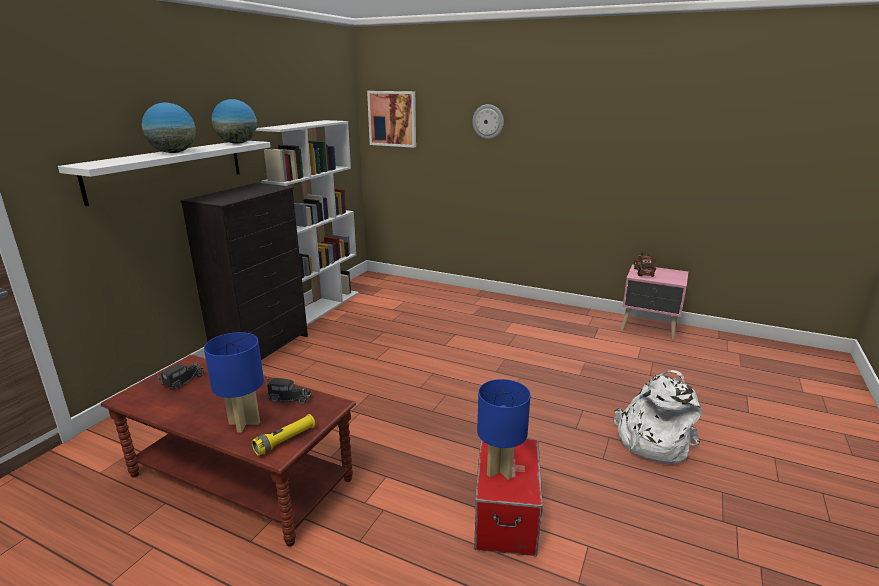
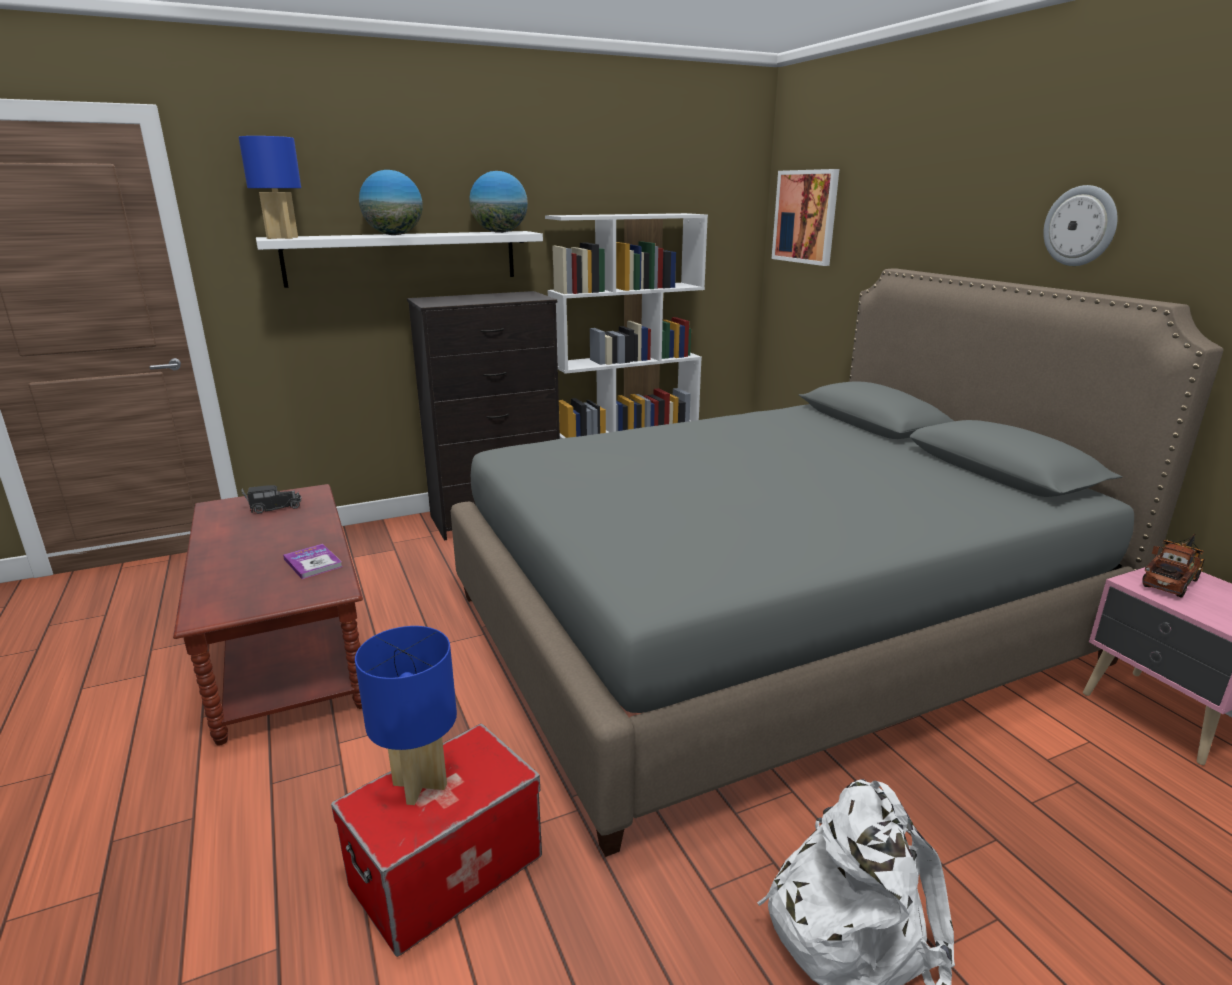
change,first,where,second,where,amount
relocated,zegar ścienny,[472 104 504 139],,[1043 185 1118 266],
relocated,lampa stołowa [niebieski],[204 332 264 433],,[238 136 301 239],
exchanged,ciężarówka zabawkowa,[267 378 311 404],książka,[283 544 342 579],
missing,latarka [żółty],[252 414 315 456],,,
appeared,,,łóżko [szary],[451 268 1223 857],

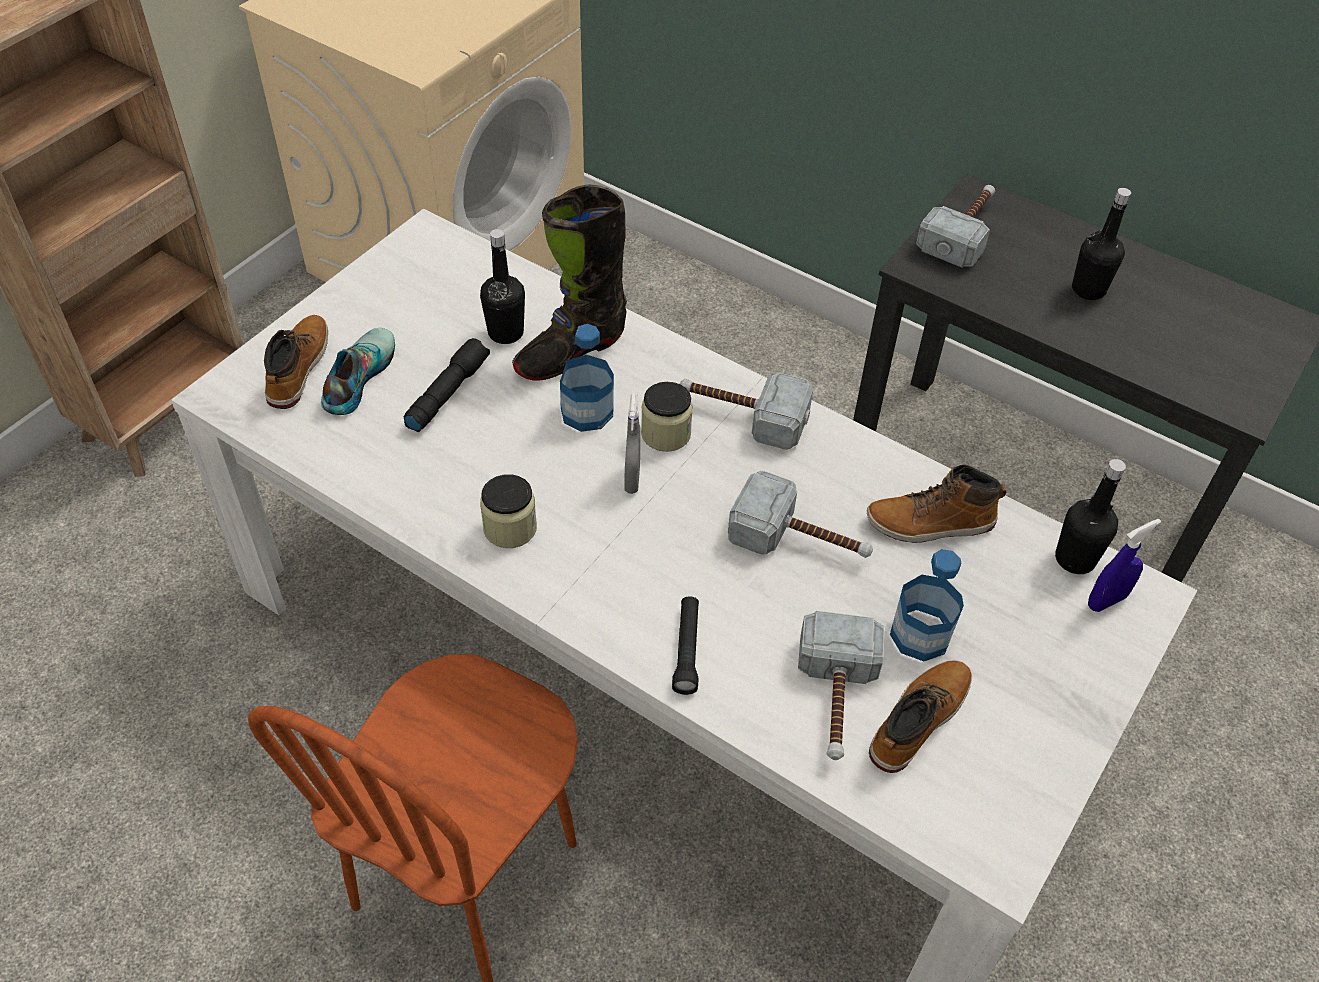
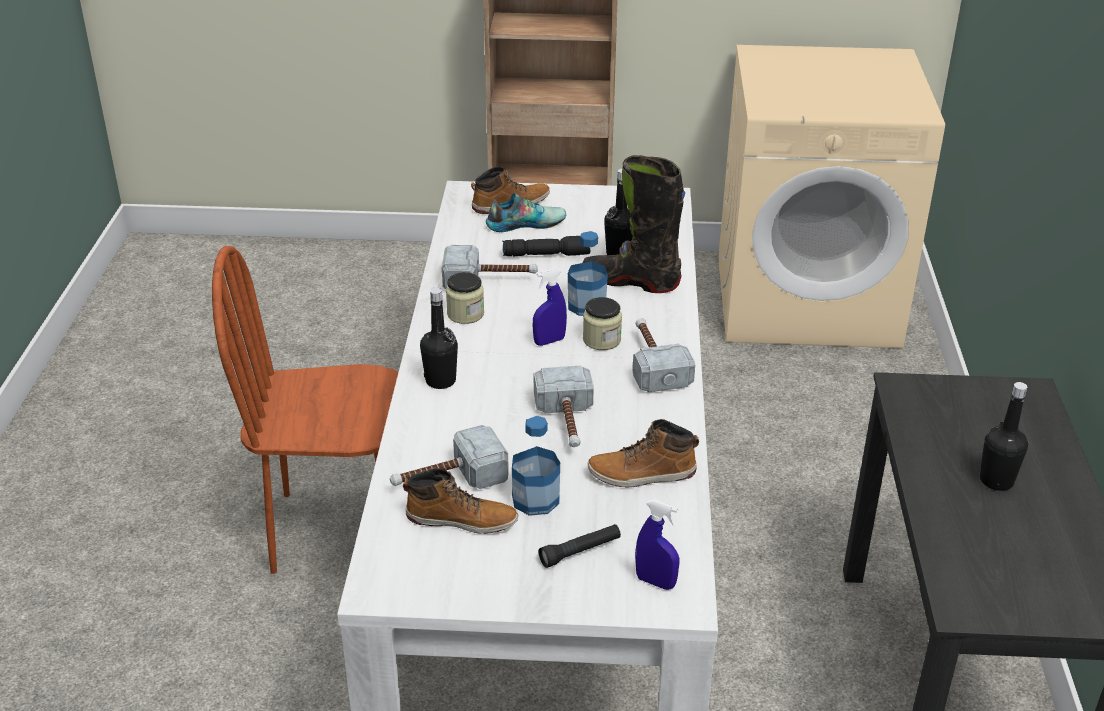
change,first,where,second,where,amount
relocated,młotek,[916 185 995 268],,[441 245 538 289],
colour,spryskiwacz [szary],[624 394 640 494],spryskiwacz [niebieski],[533 268 567 346],
relocated,butelka [czarny],[1055 459 1126 574],,[420 288 458 389],
spun,but z cholewką,[867 464 1007 543],,[587 419 699 488],60 degrees counterclockwise
relocated,latarka [czarny],[672 596 699 695],,[538 524 621 568],

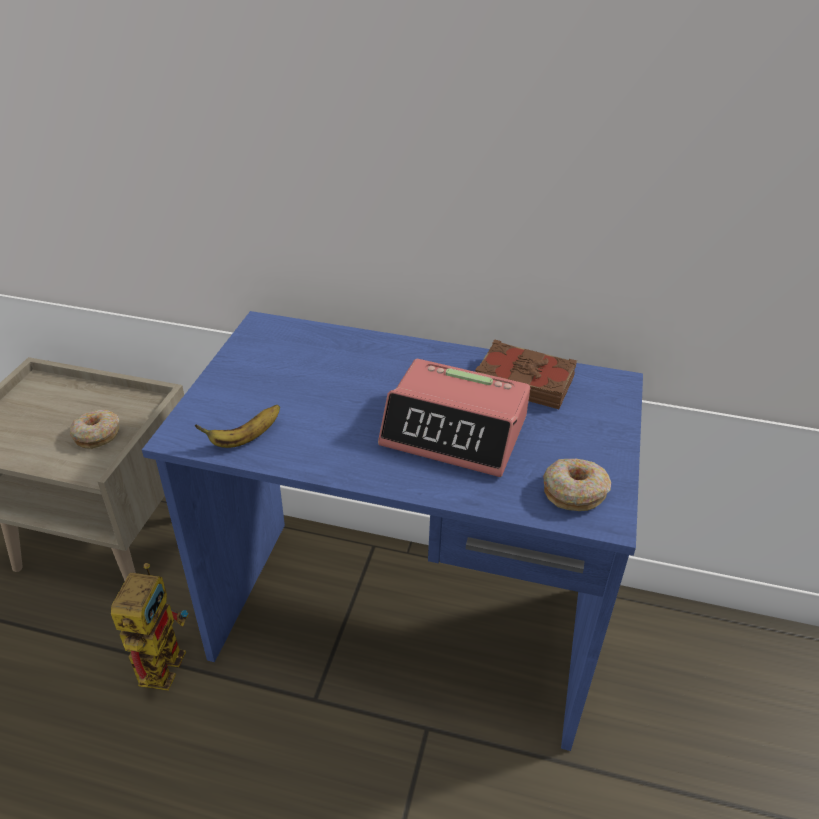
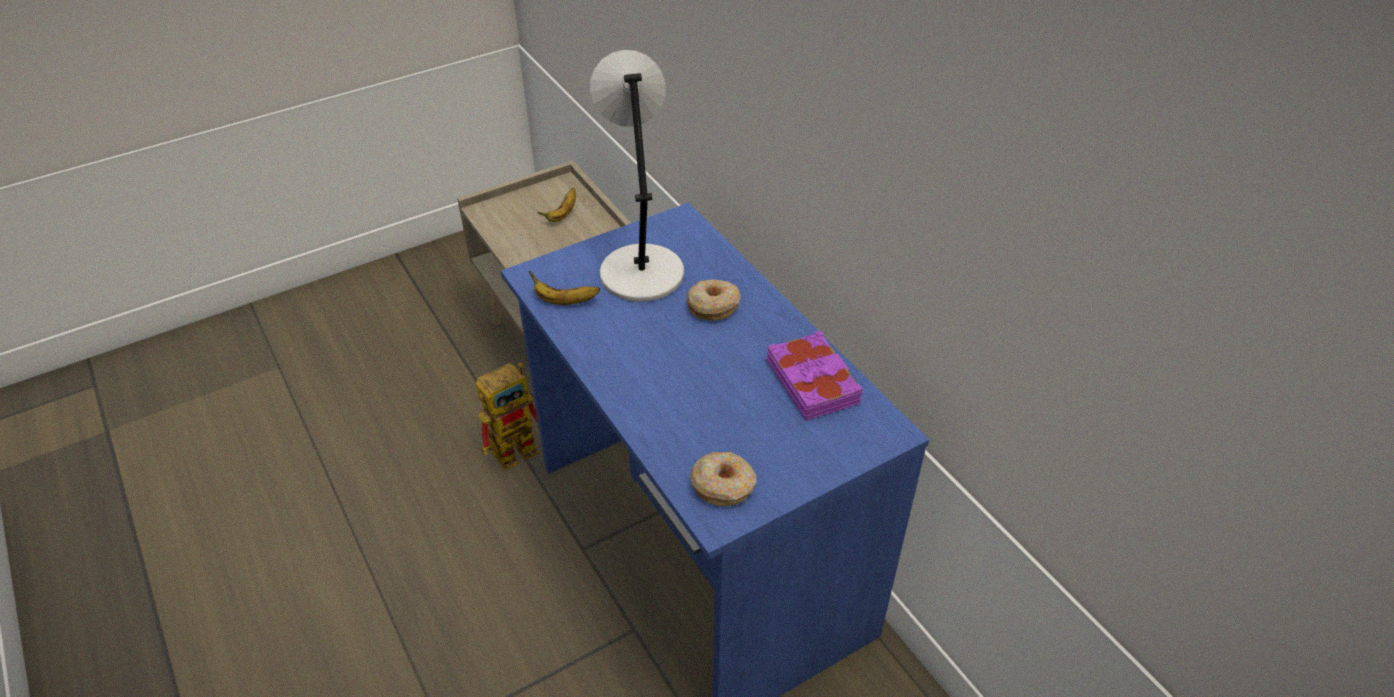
change,first,where,second,where,amount
colour,książka [brązowy],[475 339 577 409],książka [fioletowy],[767 330 862 421],
missing,budzik,[378 359 530 477],,,
relocated,donut,[70 410 120 449],,[686 279 741 321],
appeared,,,lampa stołowa [szary],[590 50 684 302],
appeared,,,banan,[537 188 576 222],

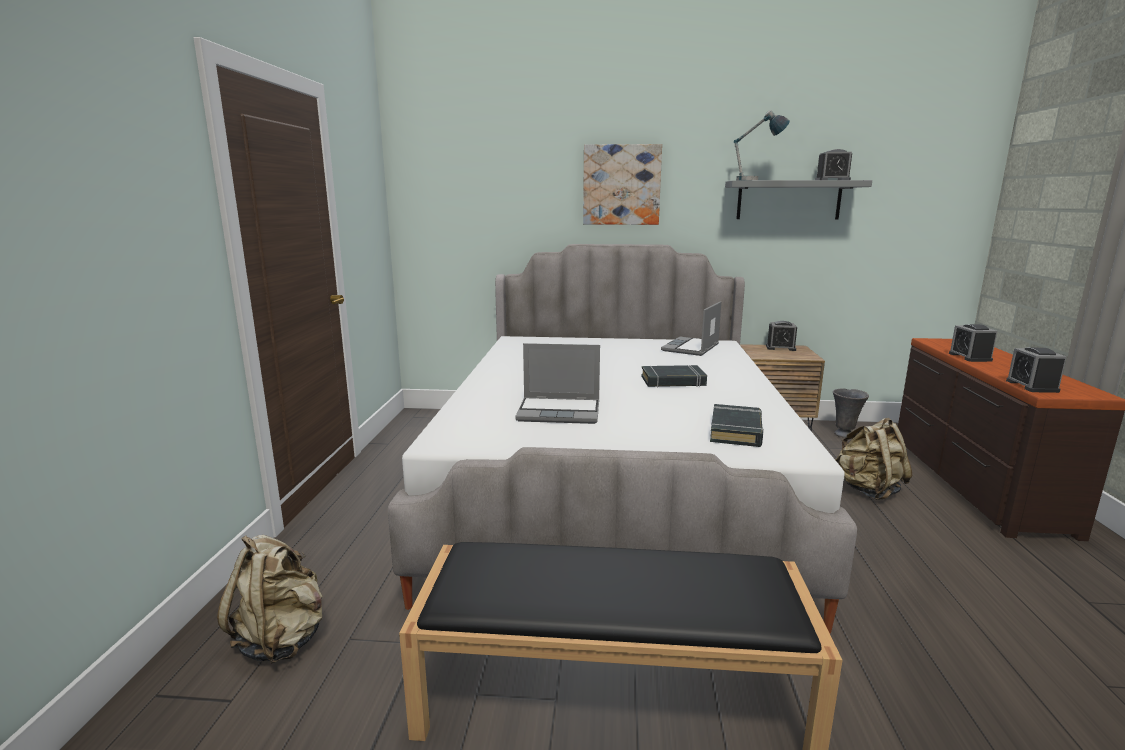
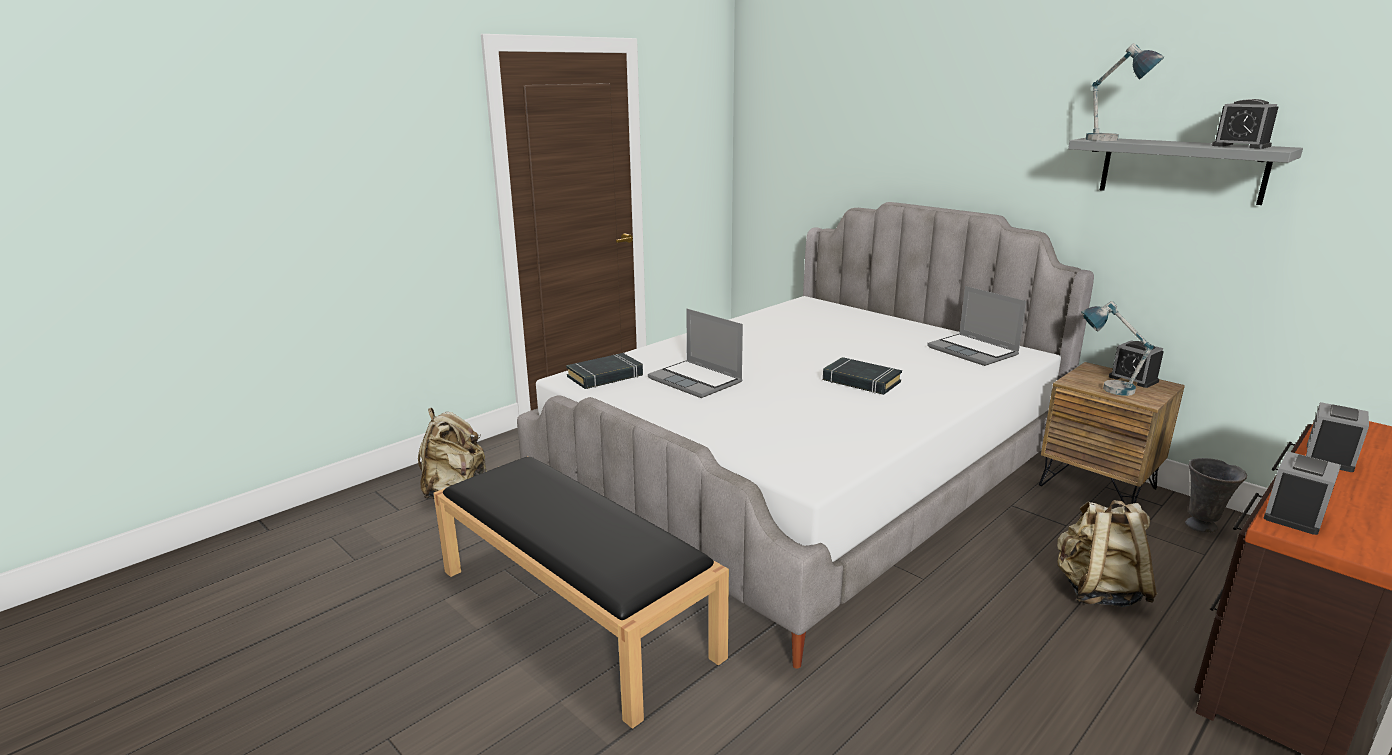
change,first,where,second,where,amount
missing,obraz,[583 144 662 225],,,
spun,laptop,[661 301 721 356],,[927 286 1026 366],105 degrees counterclockwise
relocated,książka [czarny],[710 404 764 447],,[566 353 643 389],
appeared,,,lampa stołowa,[1081 301 1154 396],

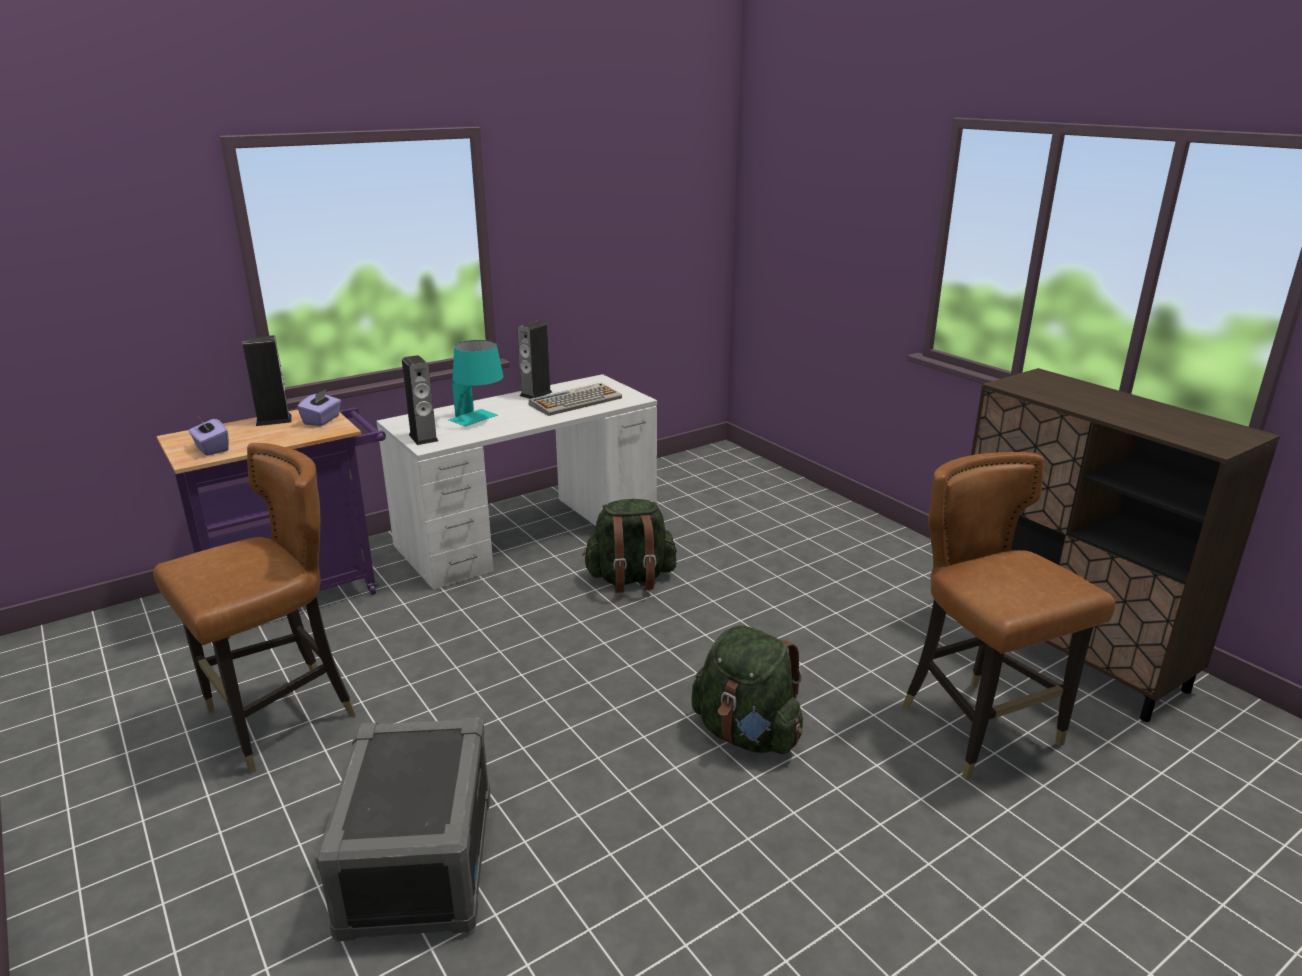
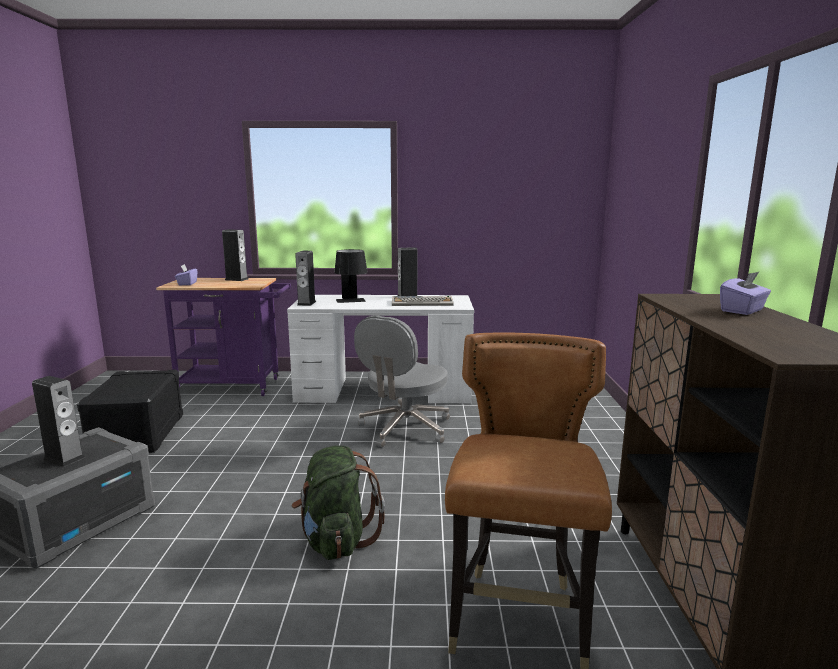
change,first,where,second,where,amount
colour,lampa stołowa [turkusowy],[448 340 503 426],lampa stołowa [czarny],[334 249 368 303],
relocated,pudełko chusteczek [fioletowy],[297 389 341 426],,[720 271 771 315],
exchanged,krzesło [brązowy],[153 443 356 773],pojemnik do przechowywania [czarny],[77 370 183 453],
exchanged,plecak [zielony],[582 499 677 593],krzesło biurowe [szary],[354 316 450 448],
appeared,,,głośnik,[32 376 85 467],

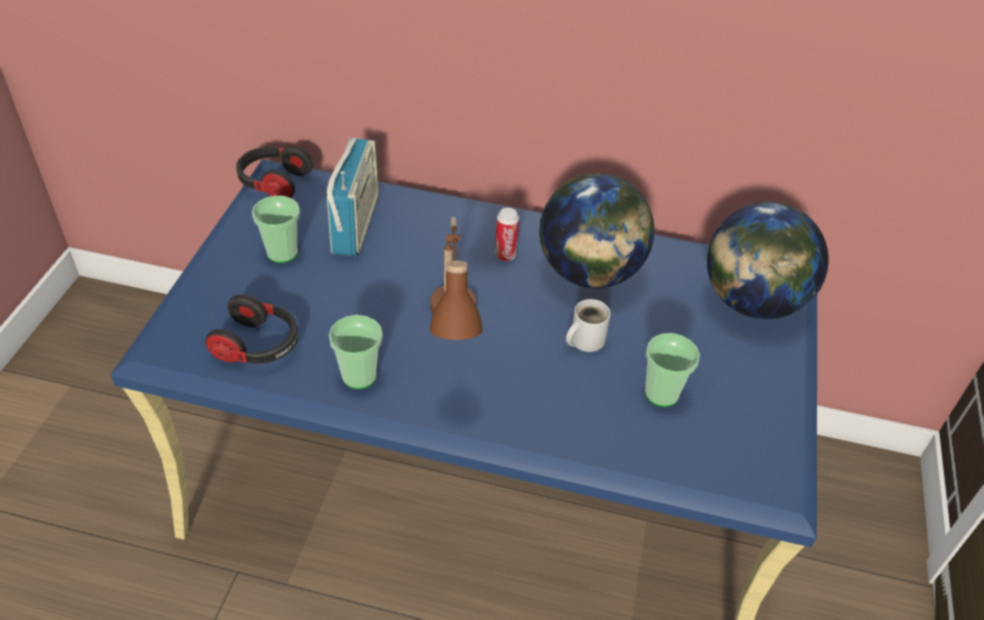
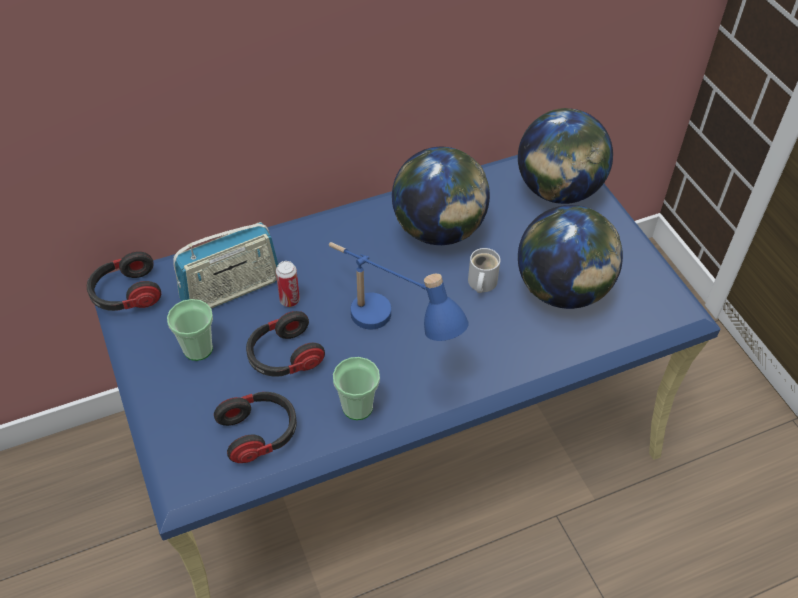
change,first,where,second,where,amount
spun,radio,[327 138 379 257],,[173 222 278 309],90 degrees clockwise
relocated,puszka,[495 208 519 261],,[276 261 300 307],
colour,lampa stołowa [brązowy],[430 217 483 340],lampa stołowa [niebieski],[329 242 469 341],
exchanged,filiżanka,[645 333 700 407],globus,[518 205 623 309],
appeared,,,słuchawki,[246 311 325 377],

